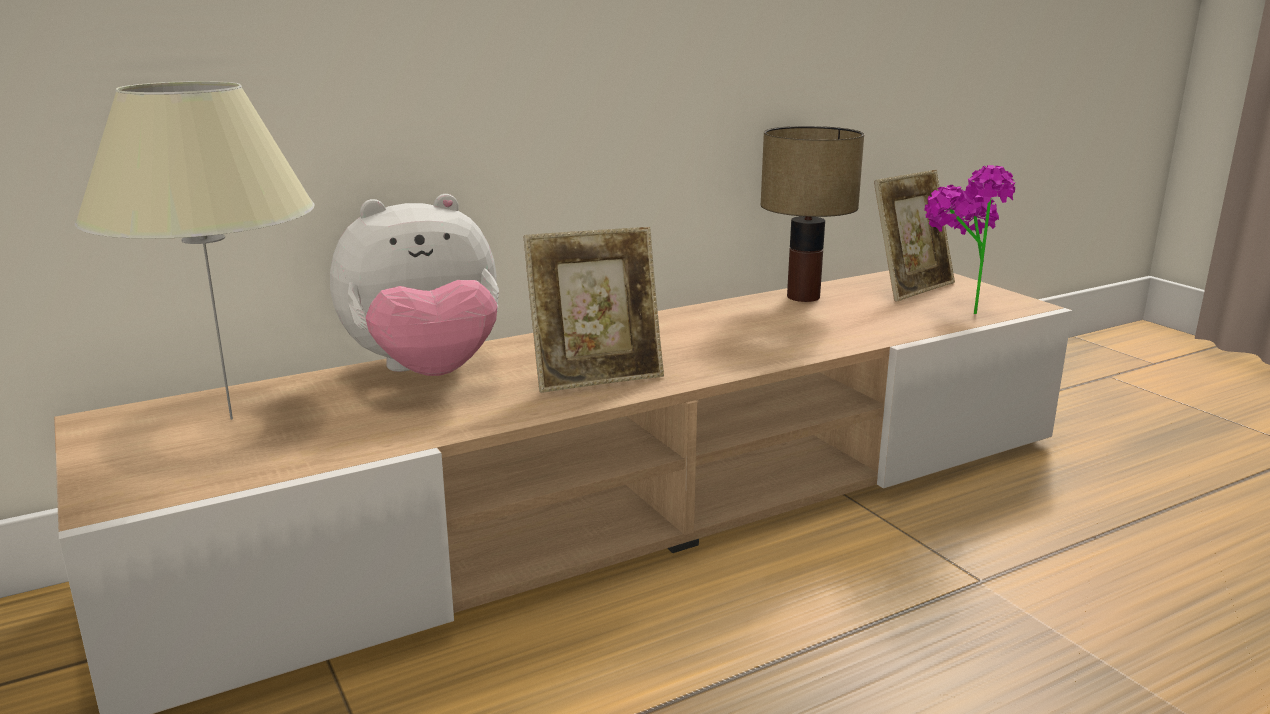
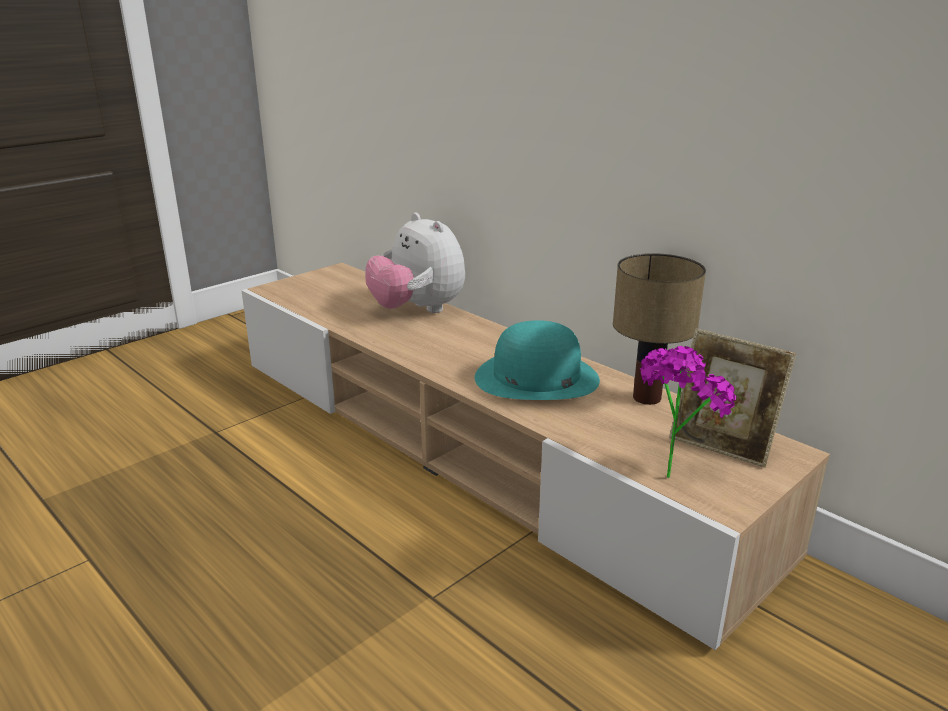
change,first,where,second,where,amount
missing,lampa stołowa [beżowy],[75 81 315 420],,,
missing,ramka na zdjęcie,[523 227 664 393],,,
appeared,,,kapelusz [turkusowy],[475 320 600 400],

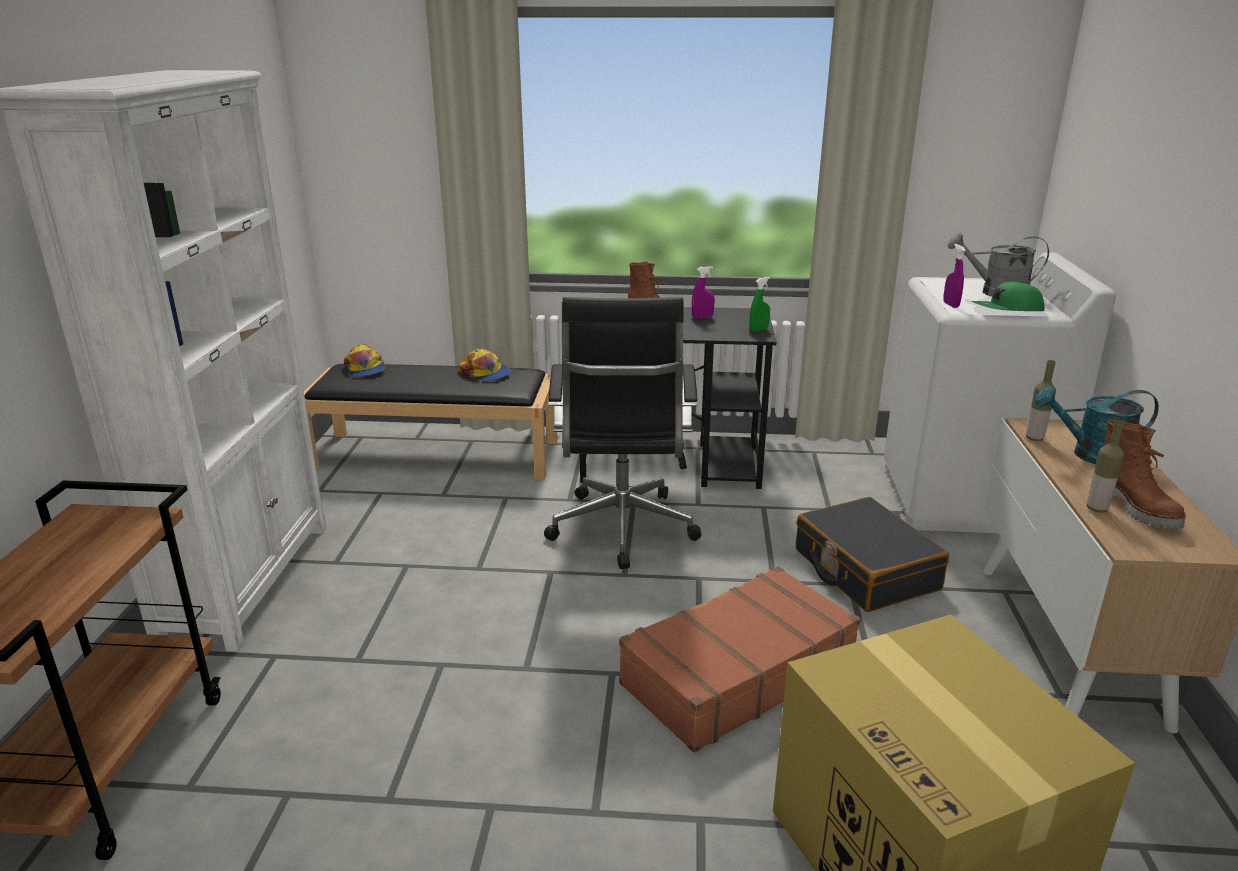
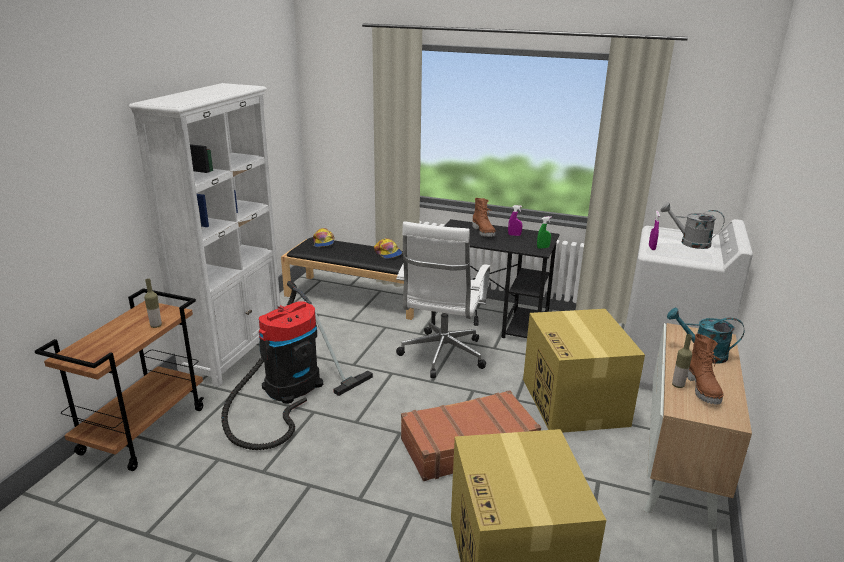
change,first,where,second,where,amount
missing,czapka z daszkiem [zielony],[971 282 1045 311],,,
colour,krzesło biurowe [czarny],[544 297 701 569],krzesło biurowe [biały],[396 222 490 378],
relocated,butelka,[1026 360 1056 441],,[144 279 162 328],
exchanged,walizka [czarny],[796 497 949 612],karton,[523 309 645 433],
appeared,,,odkurzacz,[221 281 373 450],

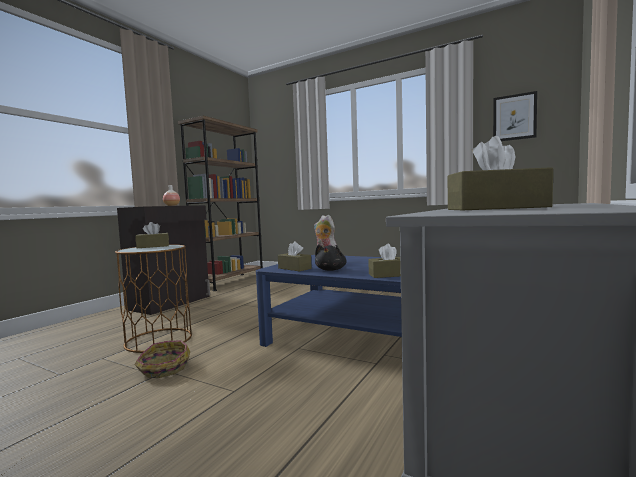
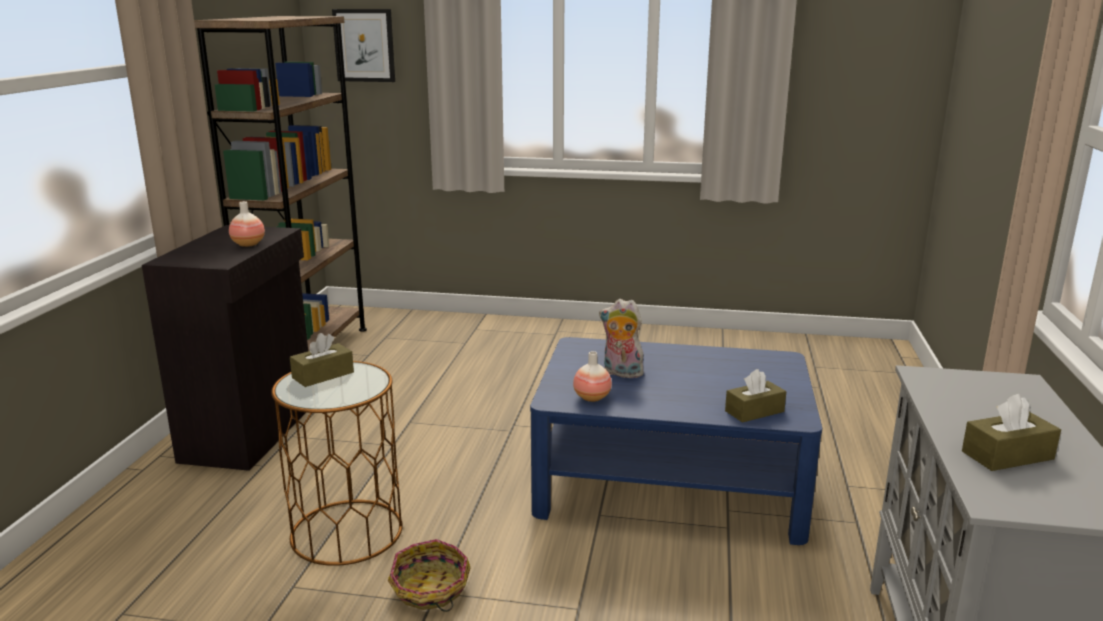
change,first,where,second,where,amount
relocated,obraz,[493 91 537 141],,[332 9 395 82],
exchanged,pudełko chusteczek [brązowy],[278 241 312 271],wazon,[573 351 612 402],
missing,pluszak [czarny],[315 244 347 271],,,

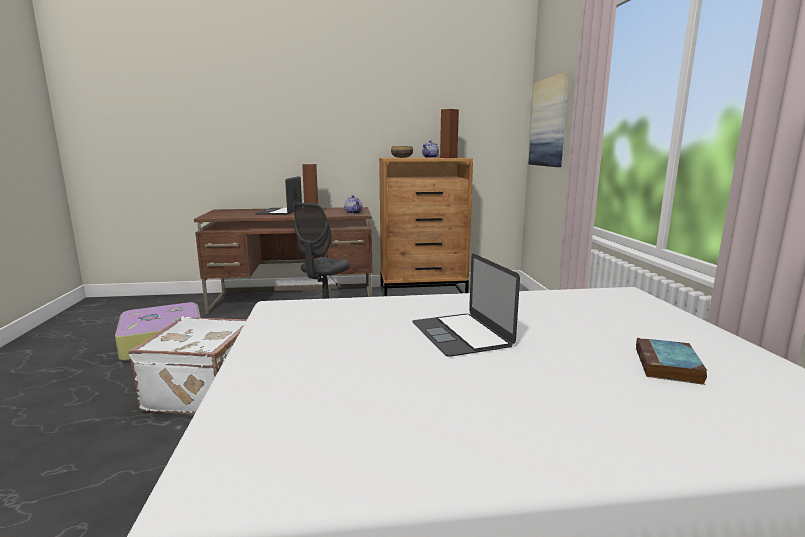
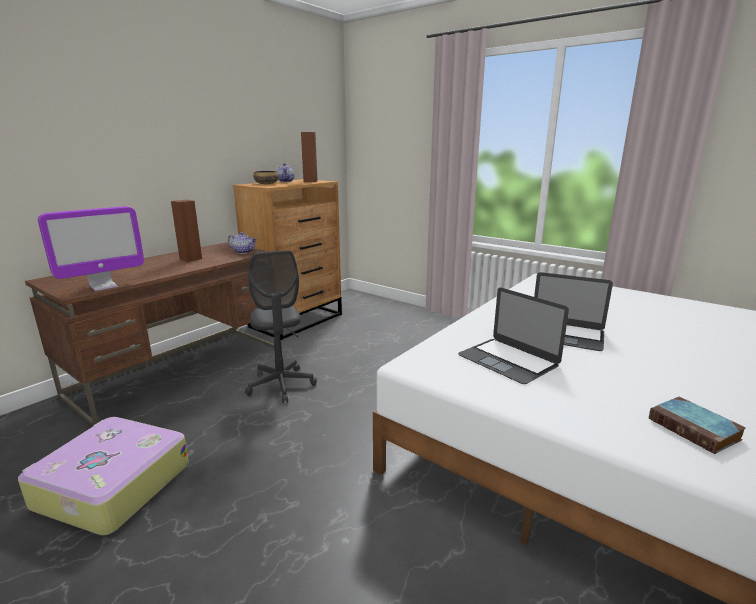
change,first,where,second,where,amount
missing,obraz,[528 72 569 167],,,
relocated,laptop,[255 176 302 215],,[458 287 569 384],
missing,walizka [biały],[128 316 247 414],,,
relocated,książka,[636 338 707 385],,[649 397 746 454],
appeared,,,monitor,[38 206 144 291],

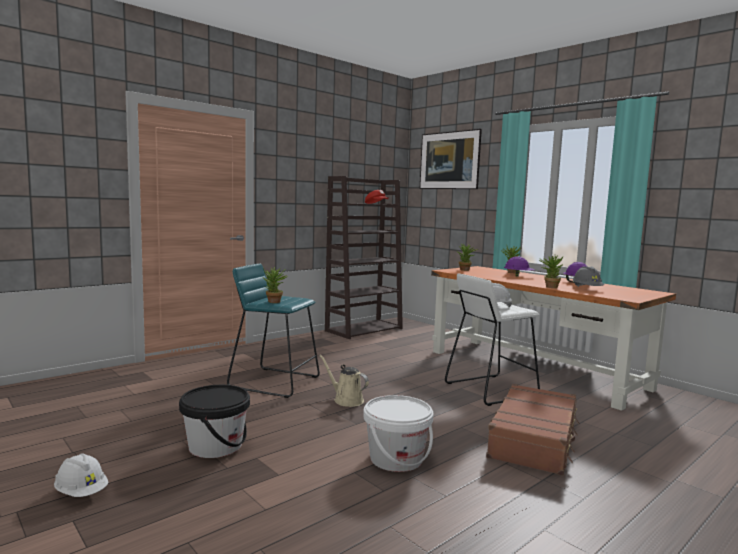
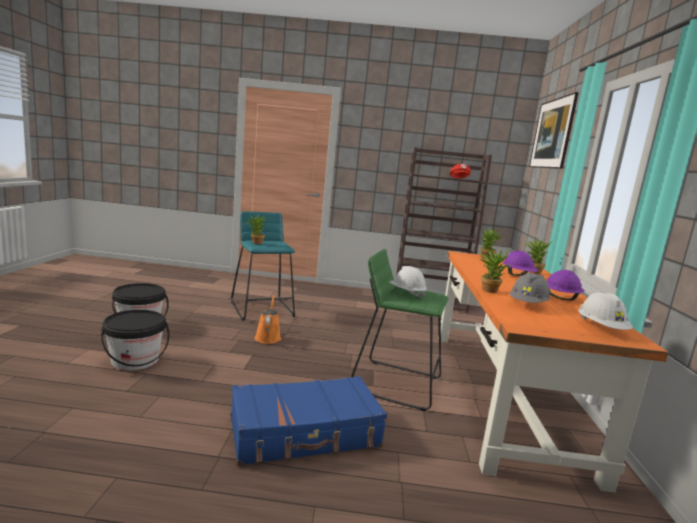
change,first,where,second,where,amount
colour,stołek [biały],[445 274 540 406],stołek [zielony],[351 249 449 411],
colour,konewka [beżowy],[320 355 369 407],konewka [pomarańczowy],[254 295 281 344],
colour,walizka [brązowy],[486 384 579 476],walizka [niebieski],[231 376 387 466],
missing,wiadro [biały],[363 395 434 472],,,
relocated,kask [biały],[54 453 108 497],,[578 293 633 330],
appeared,,,wiadro [czarny],[101 310 169 370],

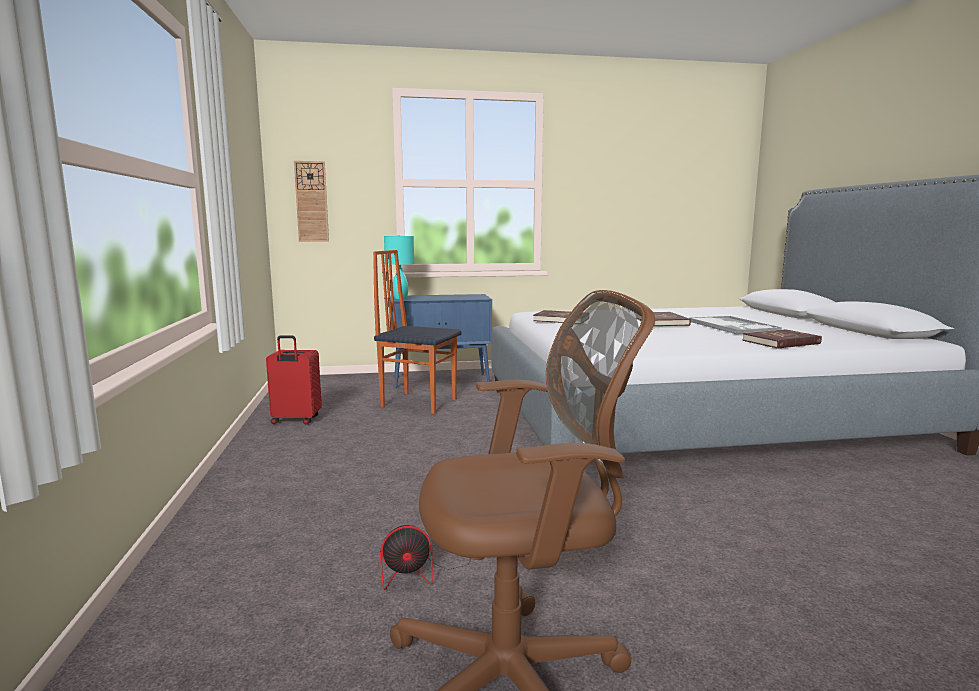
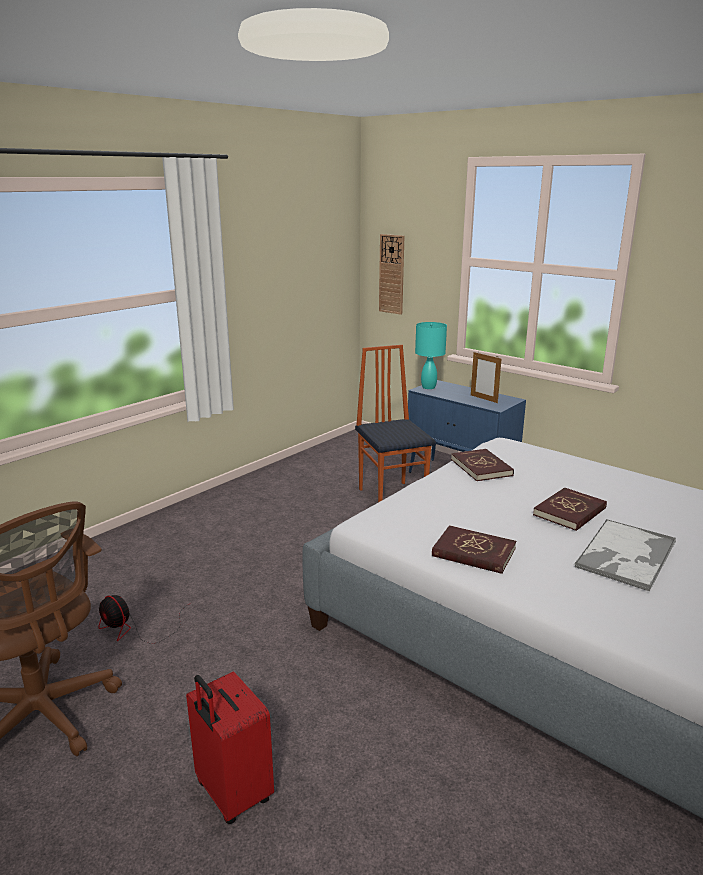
change,first,where,second,where,amount
relocated,książka [czerwony],[742 329 822 349],,[432 525 516 574],
relocated,walizka [czerwony],[266 335 322 425],,[186 671 274 824],
appeared,,,ramka na zdjęcie,[471 352 501 403],

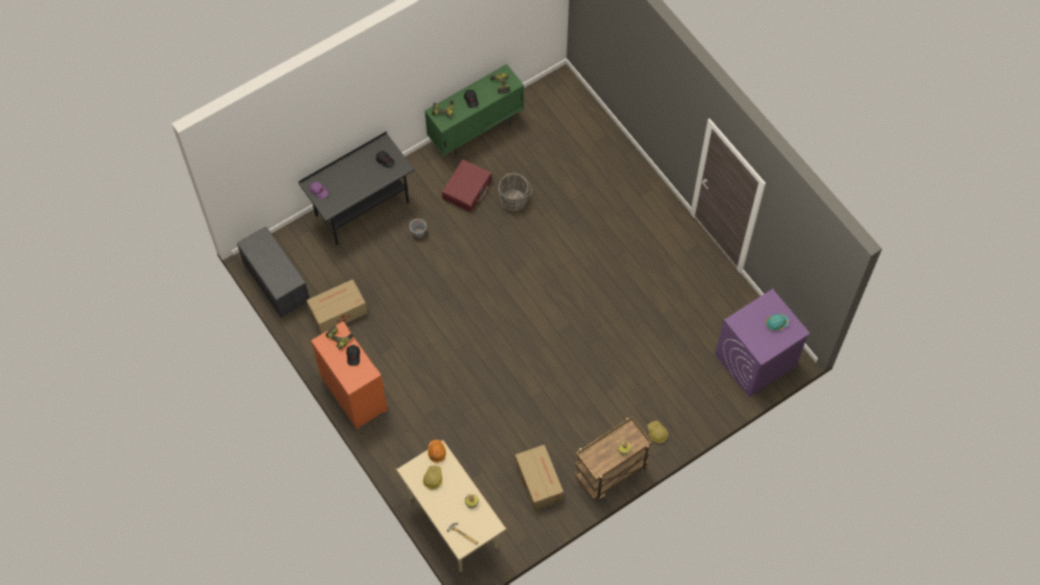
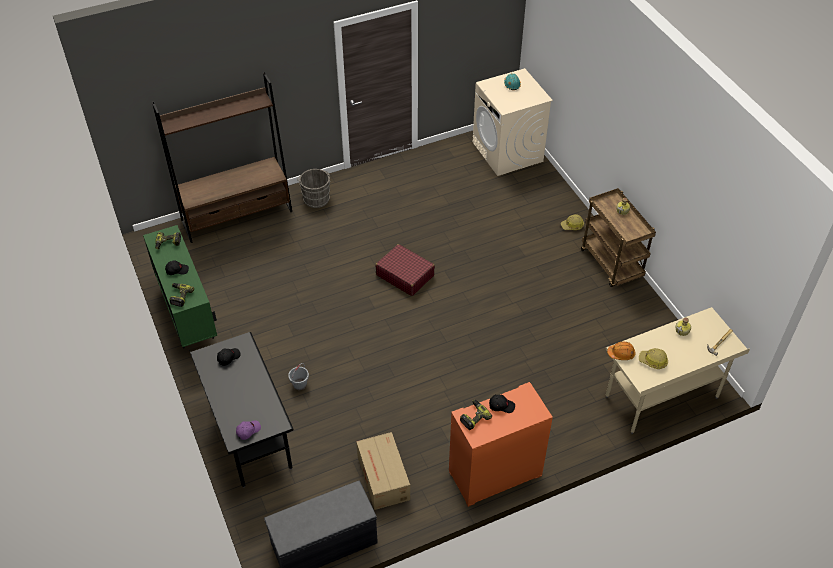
change,first,where,second,where,amount
relocated,walizka [czerwony],[442 159 492 212],,[375 244 435 296],
relocated,wiadro [szary],[498 172 532 211],,[297 169 331 208],
colour,pralka [fioletowy],[715 289 810 397],pralka [beżowy],[472 68 553 176],
missing,karton,[515 445 564 511],,,
appeared,,,regał [brązowy],[152 72 292 243],

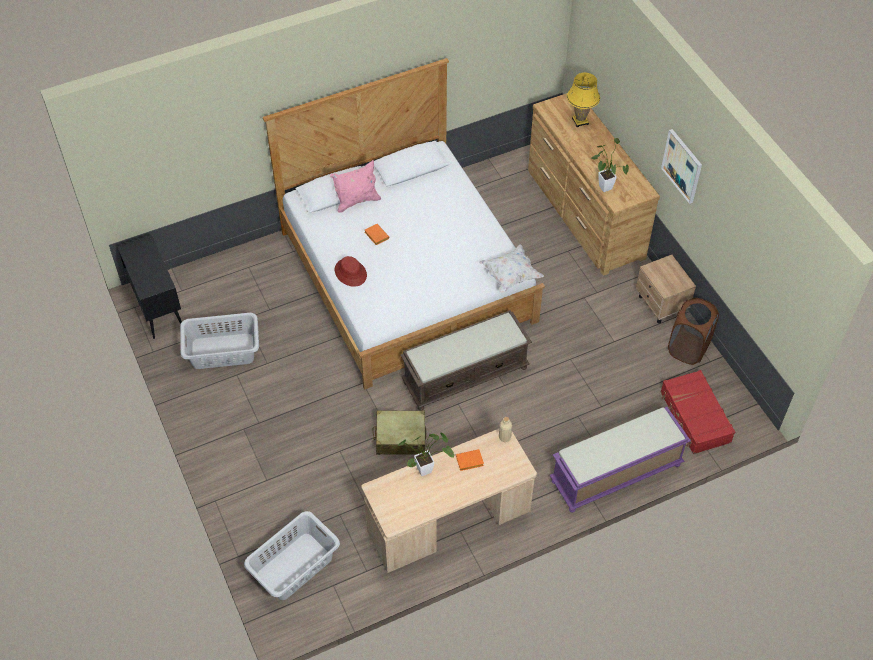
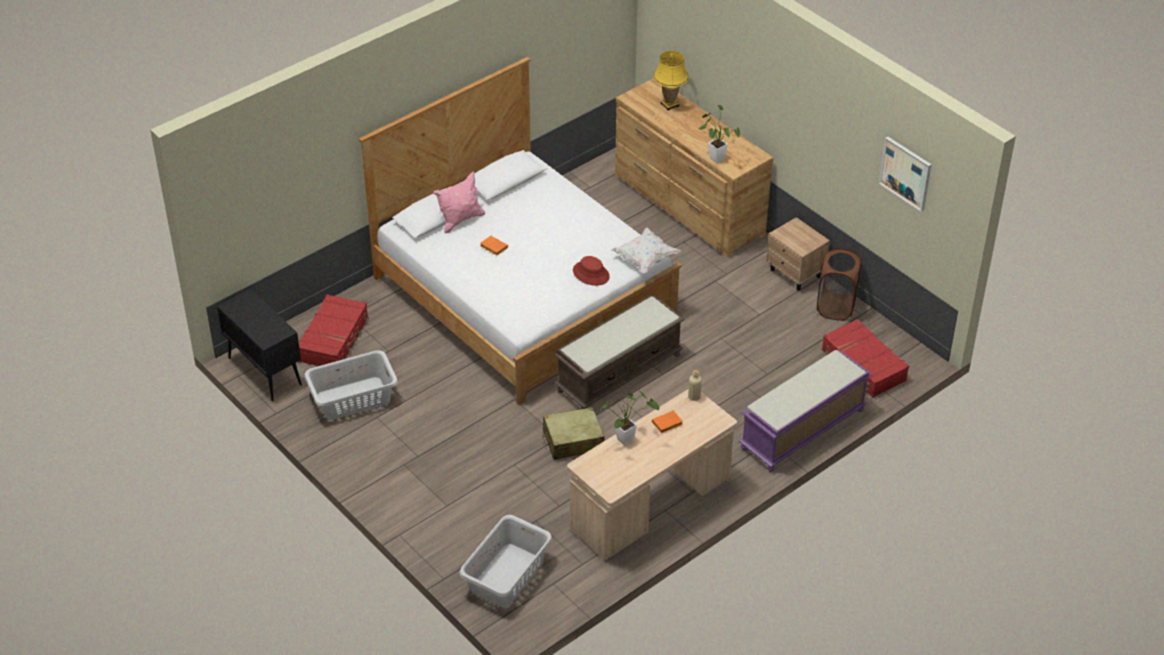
change,first,where,second,where,amount
relocated,obraz,[661 129 702 204],,[879 137 931 212],
relocated,kapelusz [czerwony],[335 256 367 287],,[573 256 610 286],
appeared,,,walizka [czerwony],[298 294 369 370],

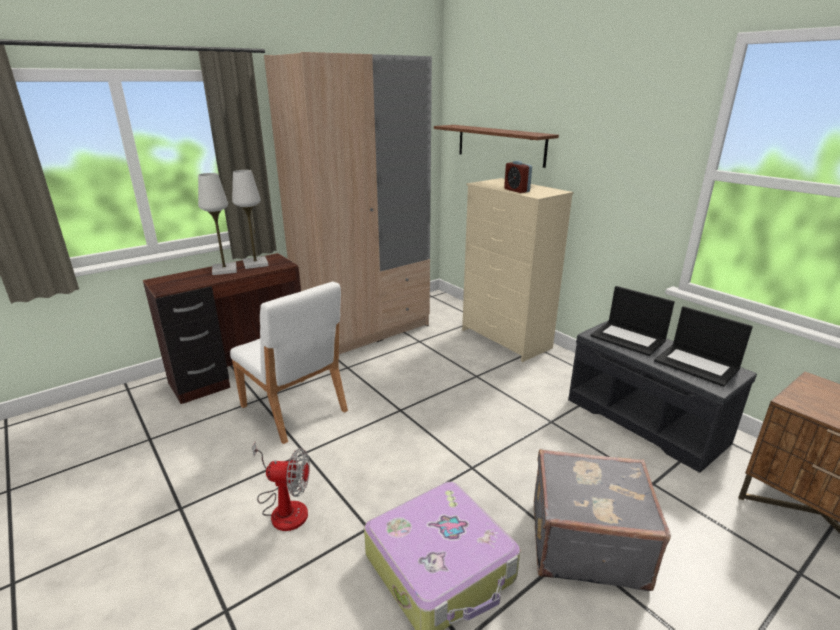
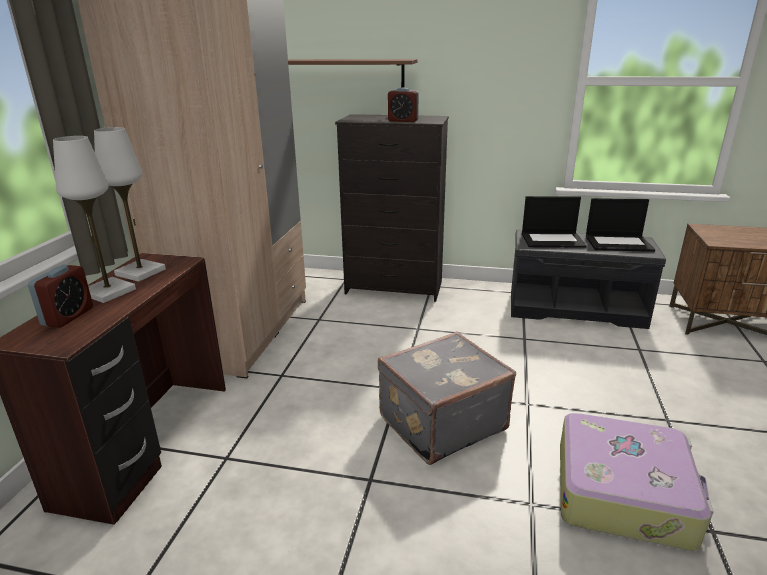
change,first,where,second,where,amount
colour,komoda [beżowy],[462 178 573 362],komoda [czarny],[335 114 449 302],
missing,krzesło [biały],[230 282 348 444],,,
missing,wentylator,[252 442 310 531],,,
relocated,walizka [szary],[534 449 671 591],,[378 331 516 465],
appeared,,,budzik,[28 265 93 328],

